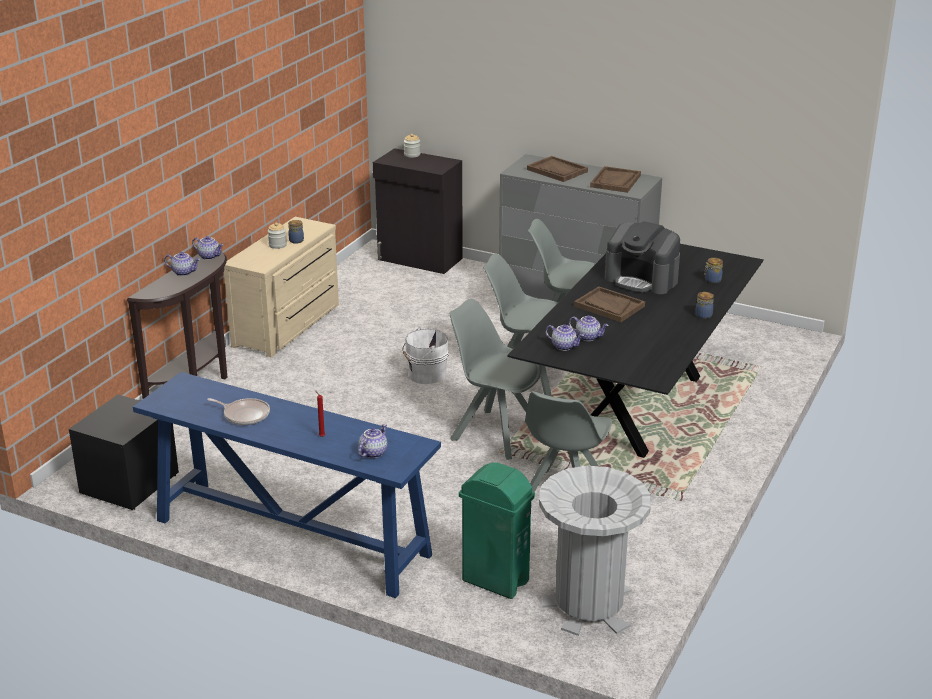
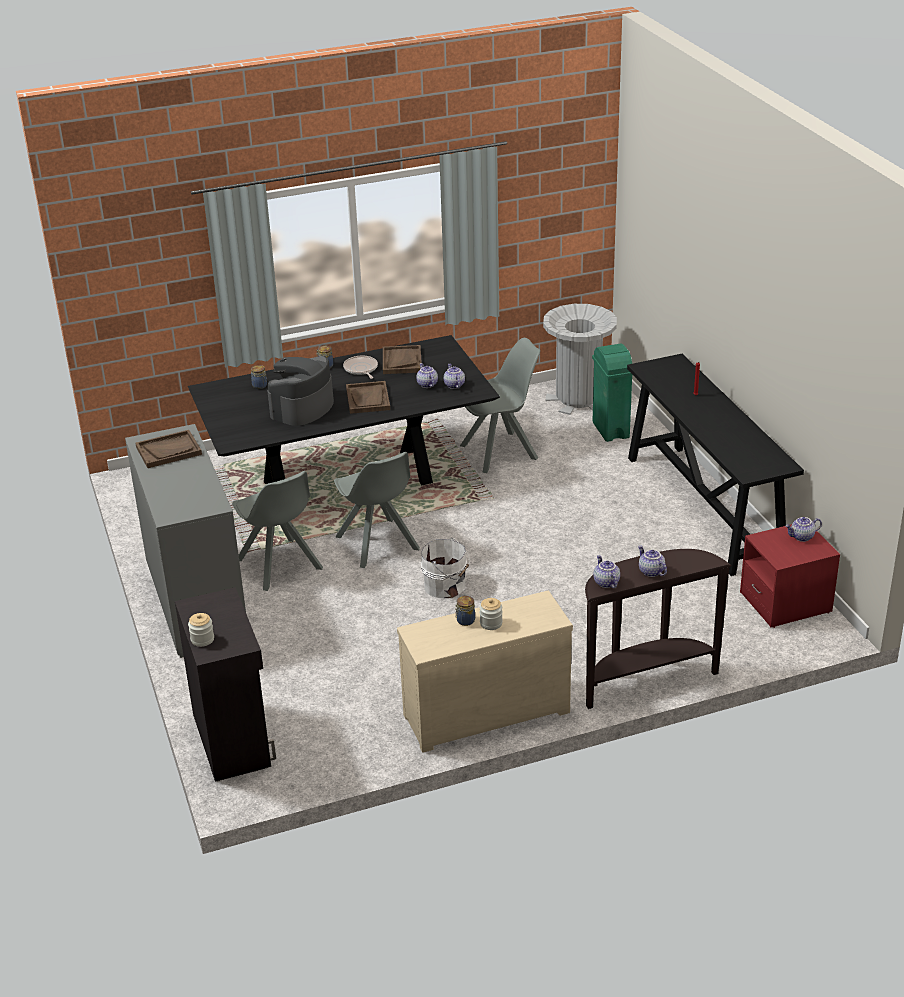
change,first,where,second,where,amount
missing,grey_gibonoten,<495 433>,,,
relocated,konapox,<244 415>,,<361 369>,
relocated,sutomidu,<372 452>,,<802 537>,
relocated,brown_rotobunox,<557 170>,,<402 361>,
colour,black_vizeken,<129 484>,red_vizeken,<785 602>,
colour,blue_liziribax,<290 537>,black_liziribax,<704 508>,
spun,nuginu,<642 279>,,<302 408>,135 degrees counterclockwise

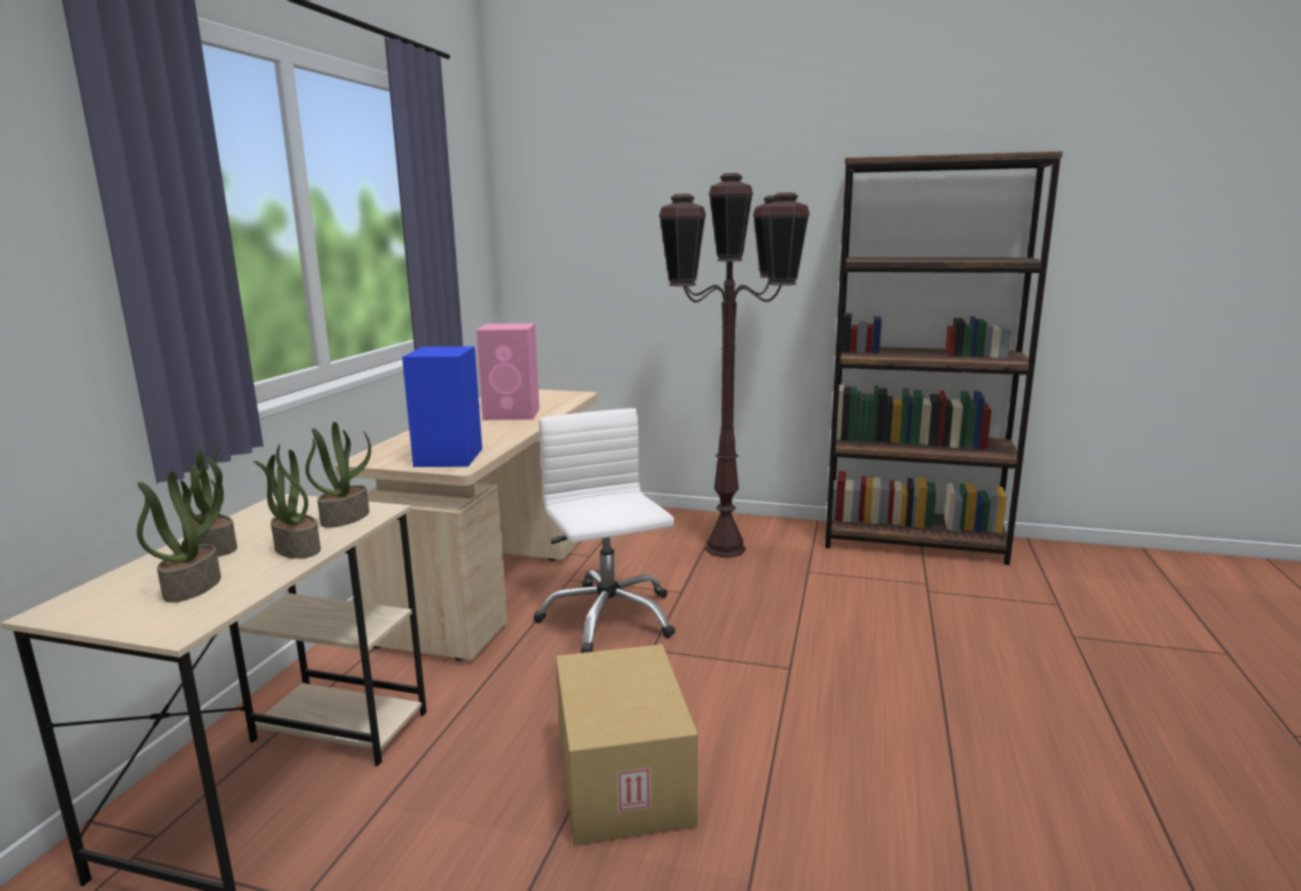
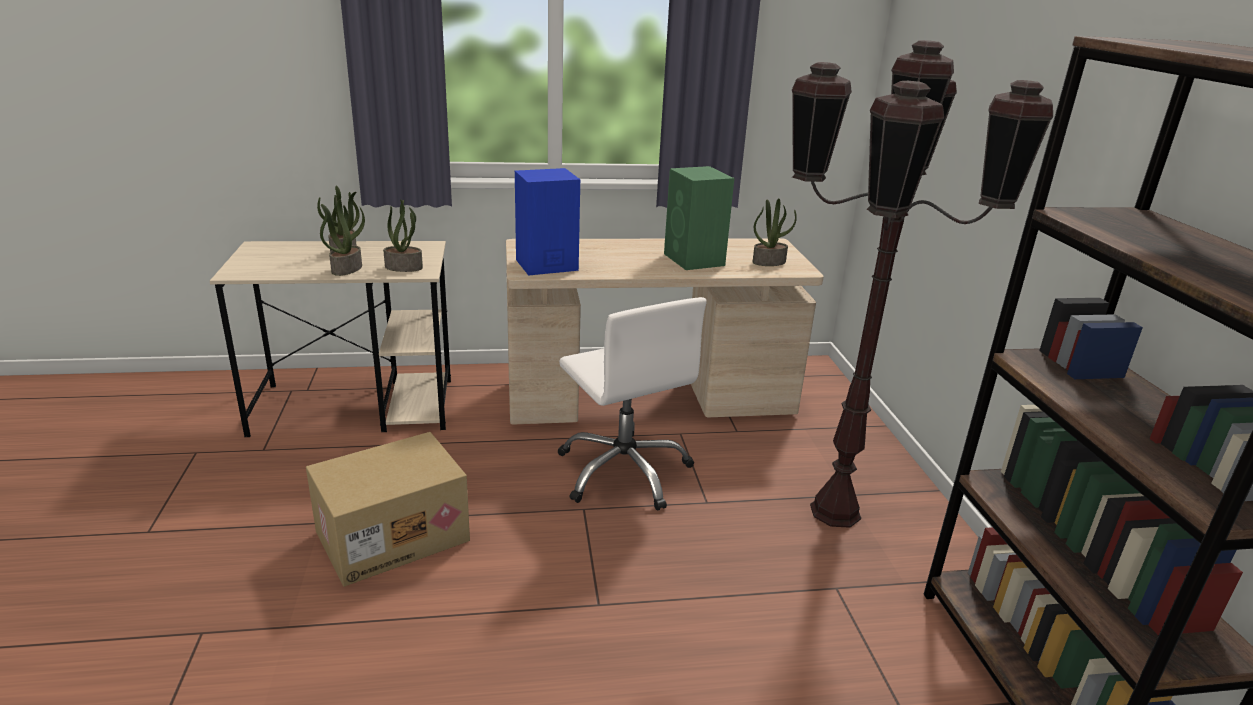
change,first,where,second,where,amount
relocated,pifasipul,<192 587>,,<769 262>,
colour,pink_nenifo,<513 414>,green_nenifo,<694 260>,
spun,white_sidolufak,<607 617>,,<624 471>,105 degrees clockwise

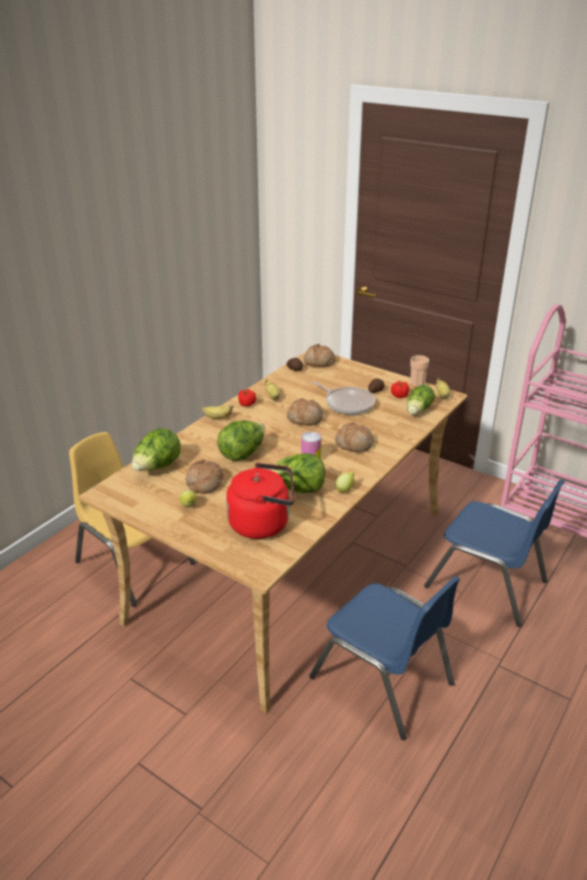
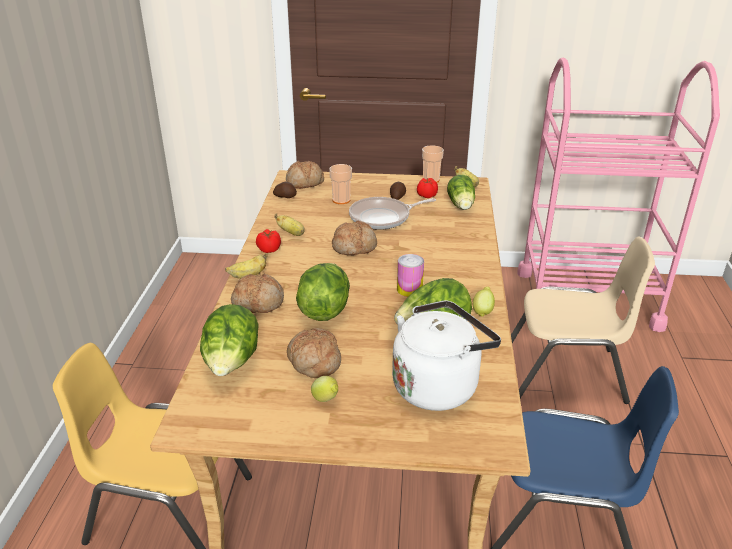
change,first,where,second,where,amount
appeared,,,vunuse,<341 200>,
relocated,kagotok,<354 444>,,<258 302>,
colour,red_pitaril,<263 523>,white_pitaril,<438 385>,
colour,blue_gibonoten,<486 584>,beige_gibonoten,<565 373>,
spun,konapox,<347 403>,,<383 218>,150 degrees clockwise

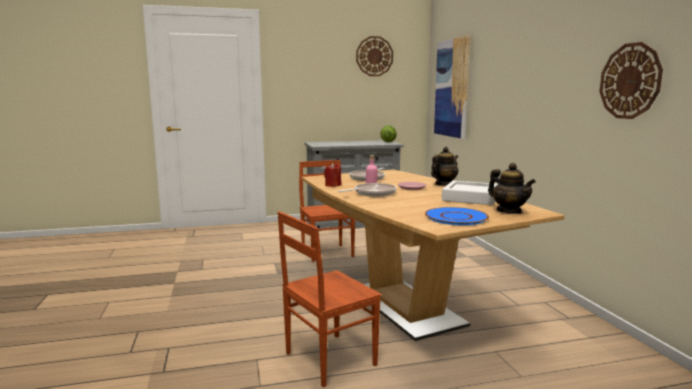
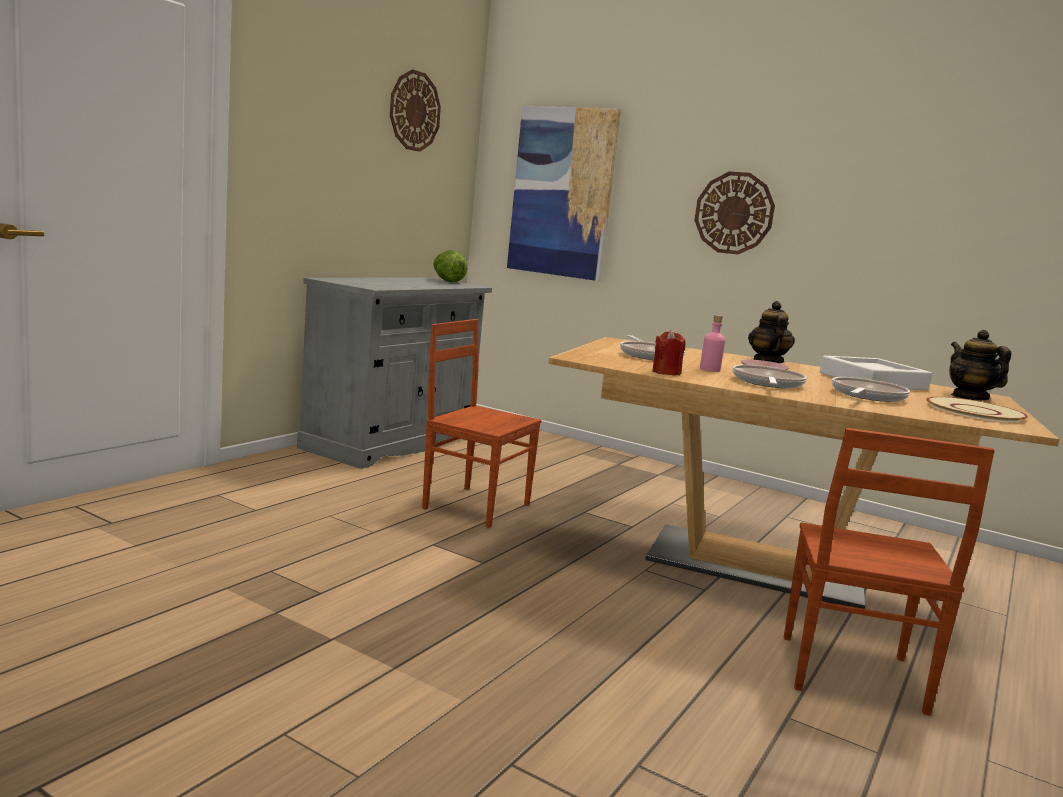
change,first,where,second,where,amount
appeared,,,konapox,<866 396>,
relocated,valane,<630 81>,,<734 213>,
colour,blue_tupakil,<456 217>,beige_tupakil,<975 412>,
spun,sutomidu,<509 211>,,<969 397>,120 degrees counterclockwise

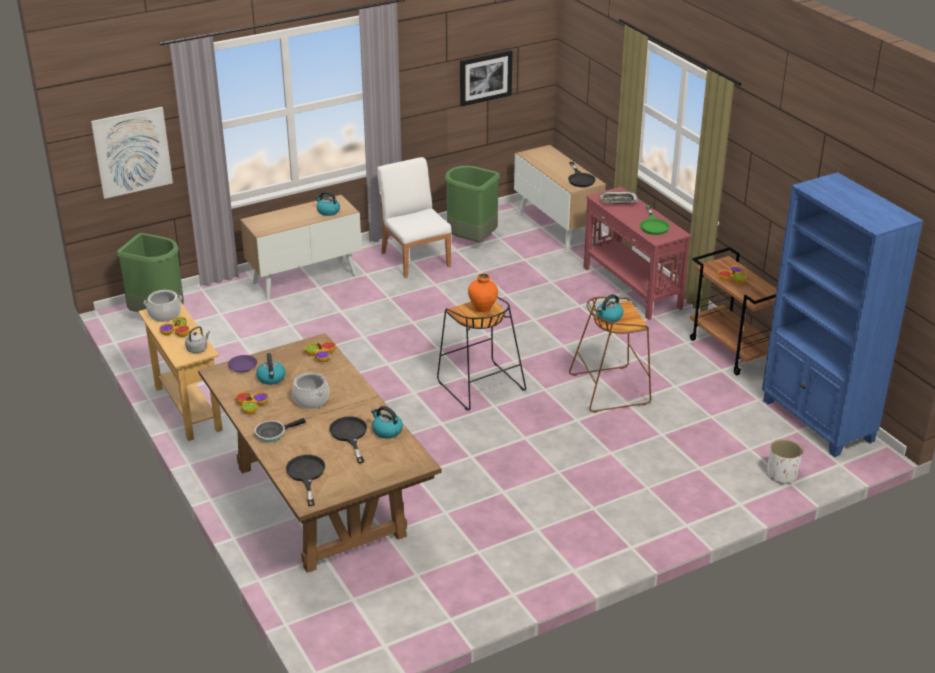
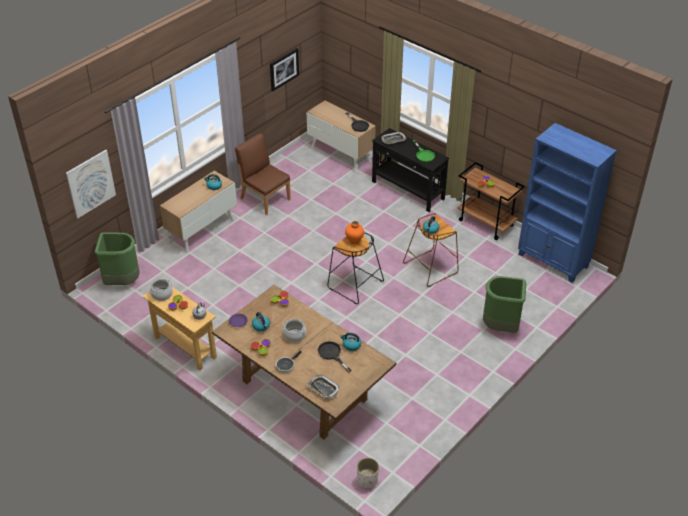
change,first,where,second,where,amount
relocated,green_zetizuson,<471 240>,,<501 327>,
relocated,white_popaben,<782 475>,,<367 480>,
exchanged,black_konapox,<306 475>,rotobunox,<323 388>,
colour,white_gibonoten,<415 259>,brown_gibonoten,<265 198>,
colour,red_liziribax,<631 288>,black_liziribax,<408 191>,

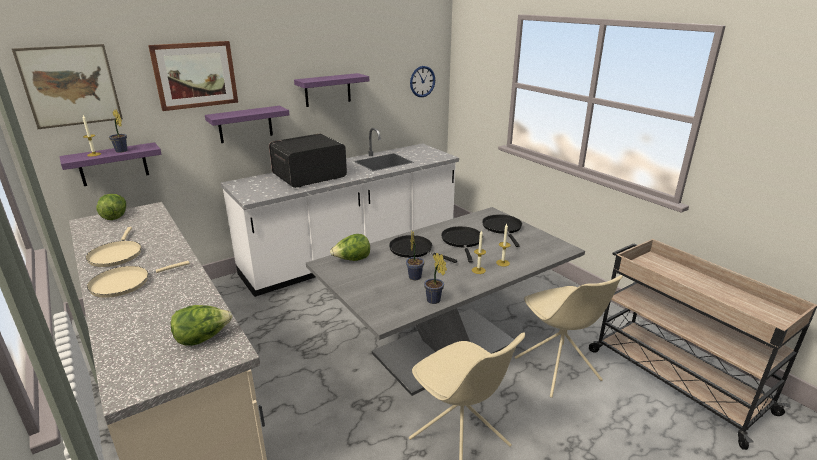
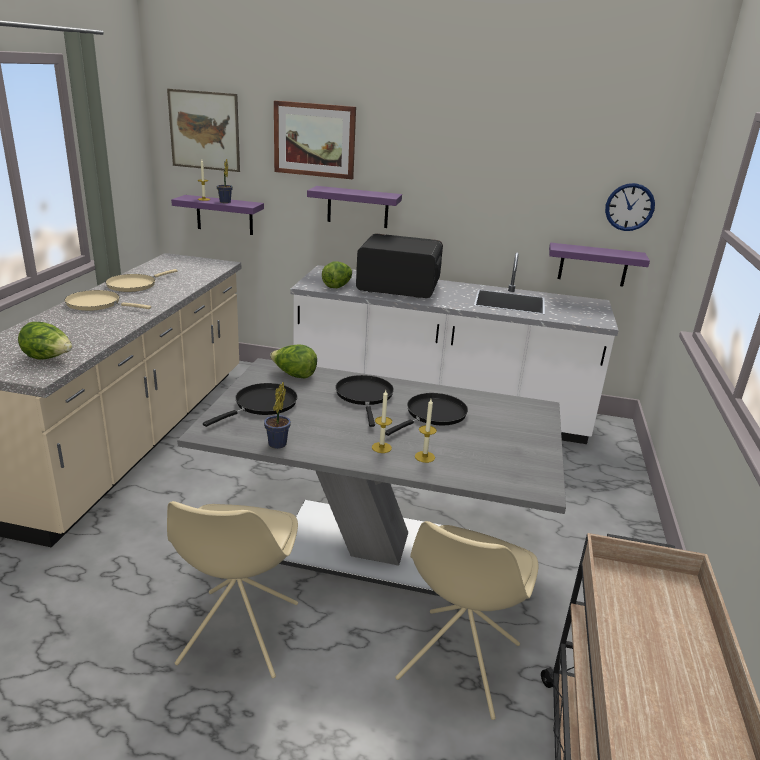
change,first,where,second,where,amount
missing,pifasipul,<415 276>,,,
relocated,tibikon,<115 216>,,<337 286>,
relocated,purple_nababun,<327 90>,,<593 265>,
relocated,black_konapox,<502 228>,,<262 405>,

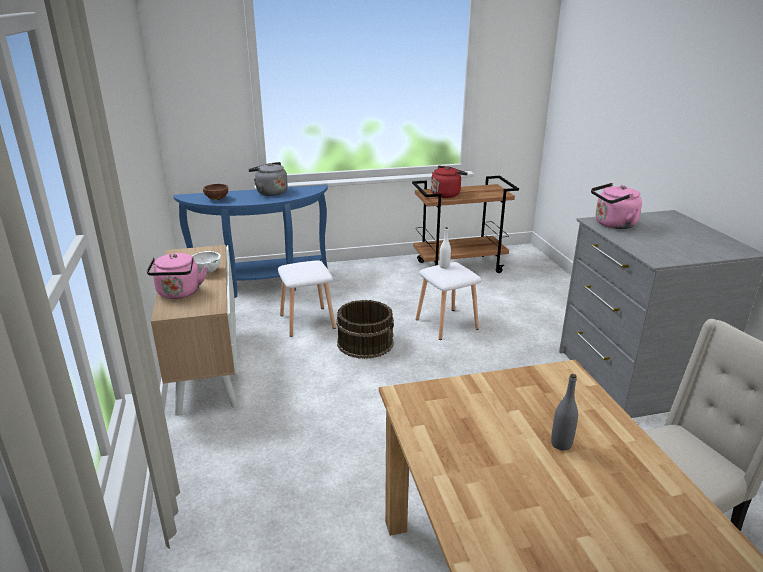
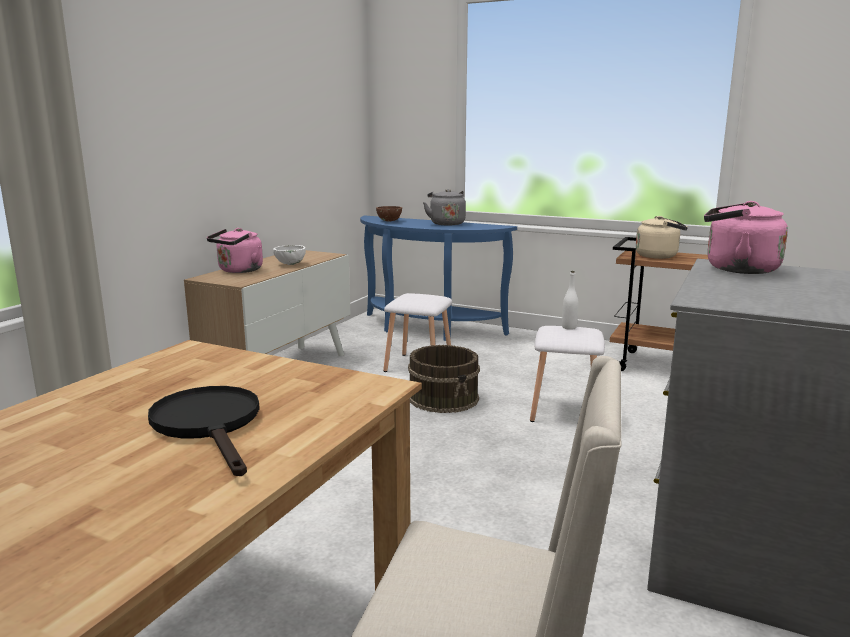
change,first,where,second,where,amount
exchanged,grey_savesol,<561 444>,black_konapox,<210 425>,
colour,red_pitaril,<446 194>,beige_pitaril,<659 256>,

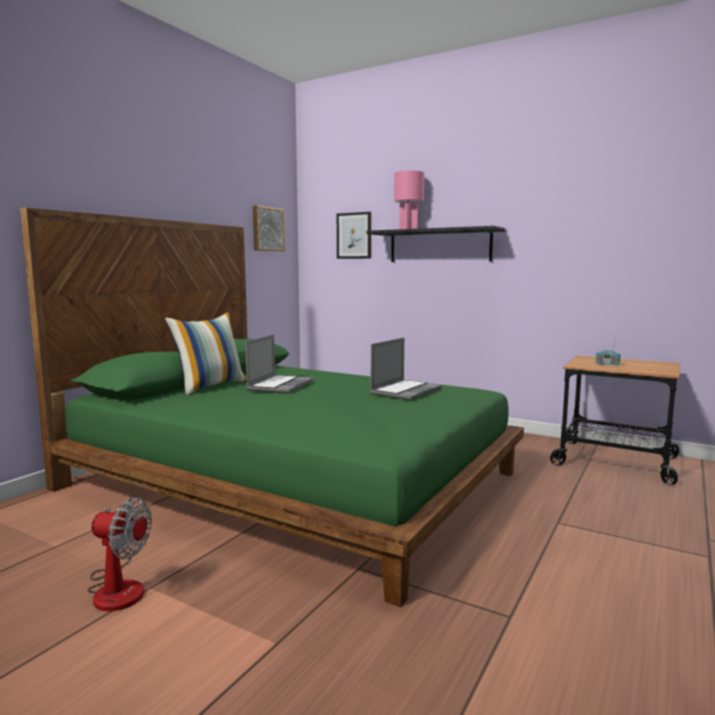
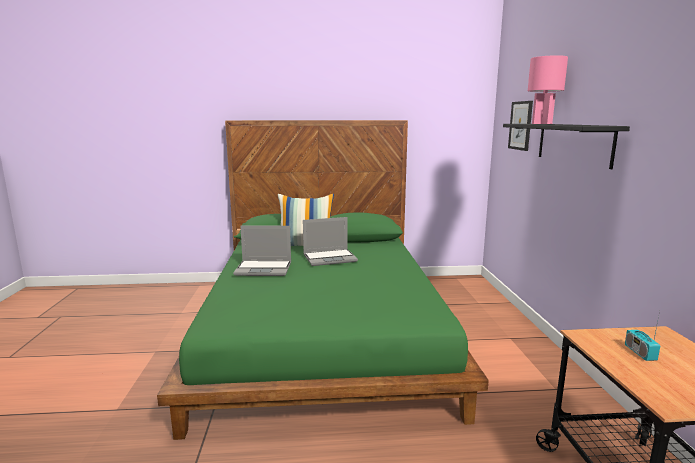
change,first,where,second,where,amount
missing,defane,<118 587>,,,
missing,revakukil,<267 229>,,,
relocated,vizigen,<405 391>,,<264 269>,

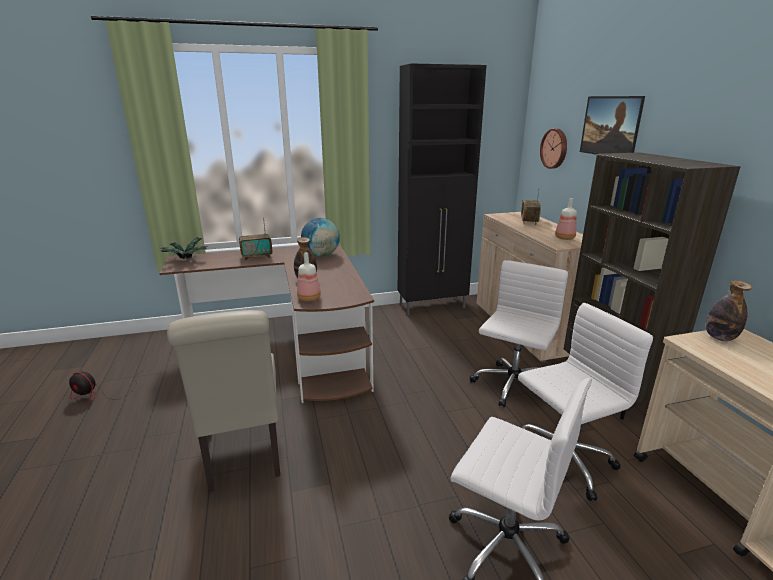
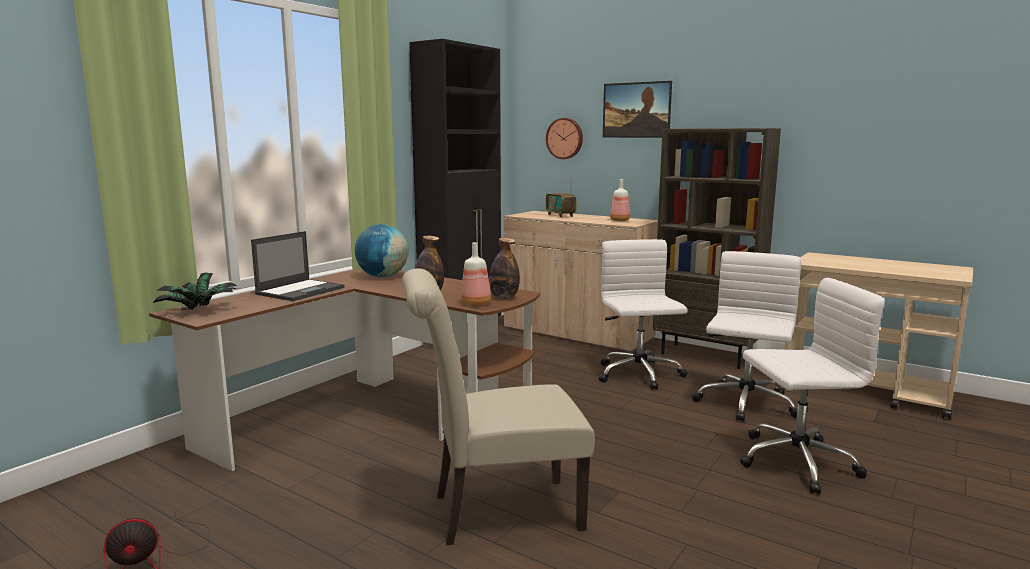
change,first,where,second,where,amount
relocated,savesol,<719 337>,,<504 297>,
exchanged,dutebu,<257 257>,vizigen,<301 290>,
spun,beige_gibonoten,<244 454>,,<496 512>,135 degrees clockwise

